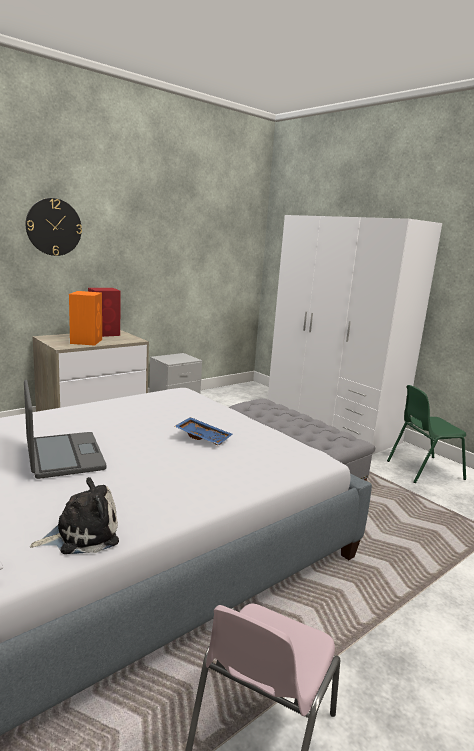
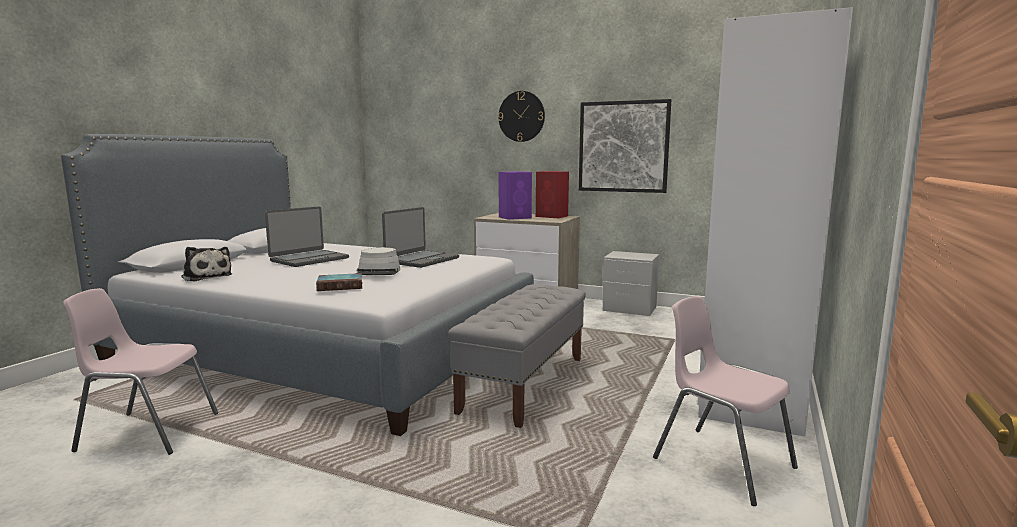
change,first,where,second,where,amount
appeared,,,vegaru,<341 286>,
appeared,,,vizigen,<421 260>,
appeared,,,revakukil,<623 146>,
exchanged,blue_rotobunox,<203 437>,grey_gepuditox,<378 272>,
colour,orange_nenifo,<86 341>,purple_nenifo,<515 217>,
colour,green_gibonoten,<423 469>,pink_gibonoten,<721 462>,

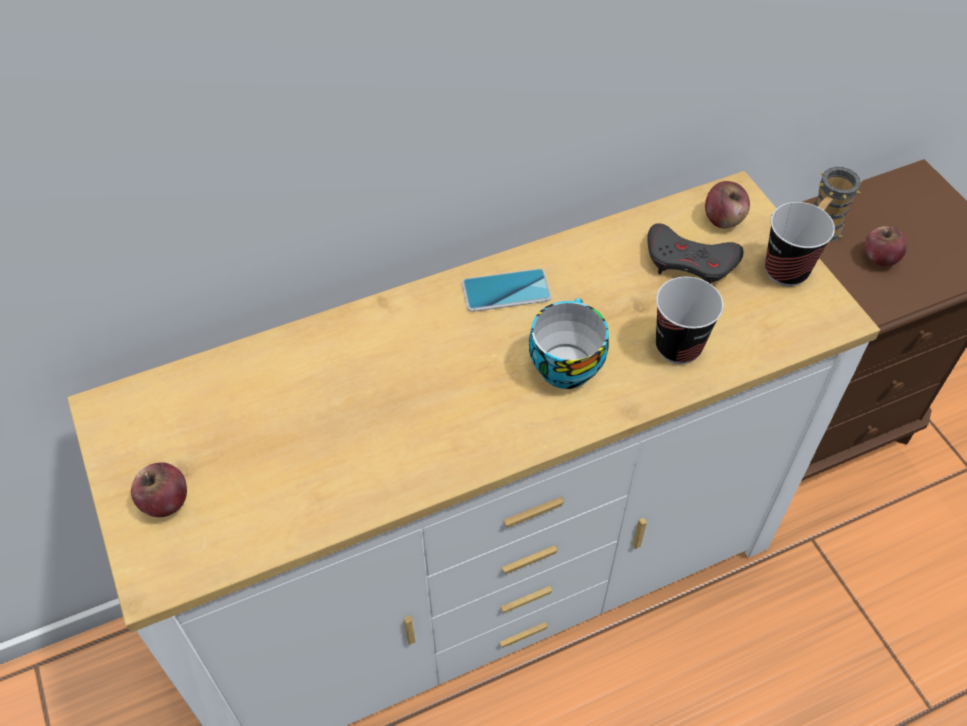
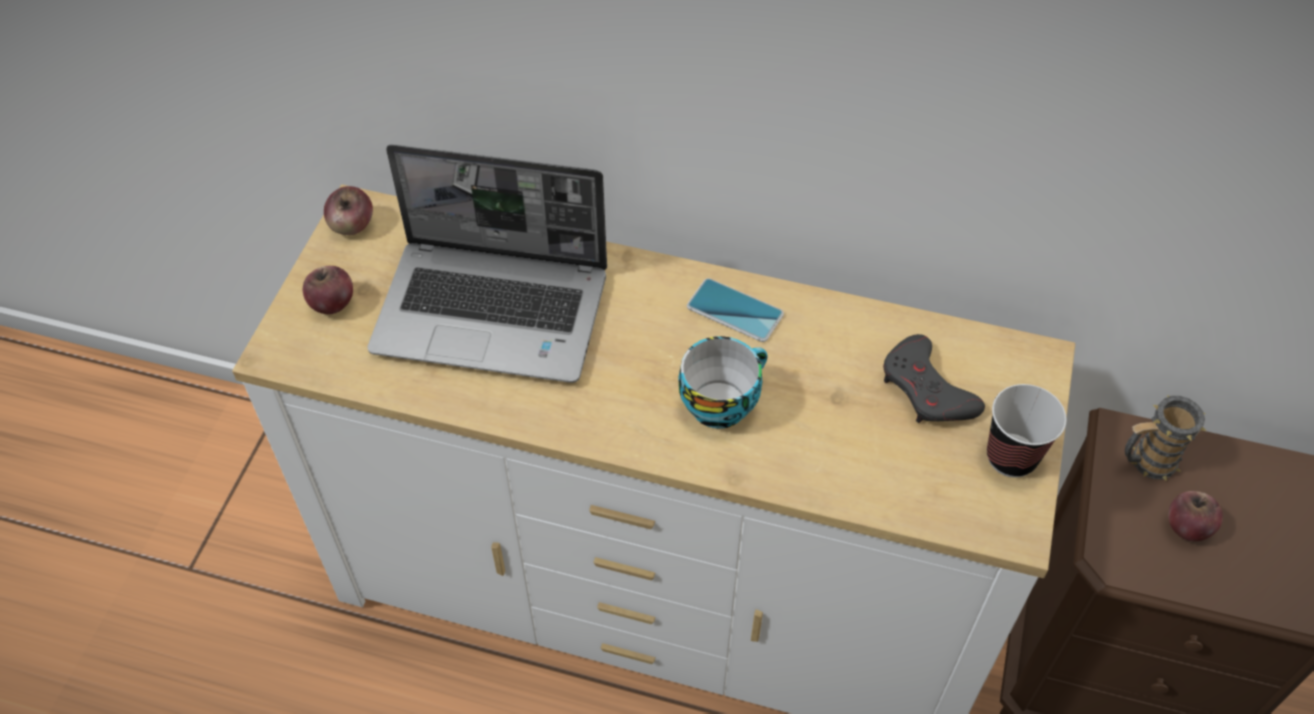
change,first,where,second,where,amount
missing,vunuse,<678 346>,,,
appeared,,,vizigen,<495 311>,
relocated,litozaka,<723 219>,,<352 225>,

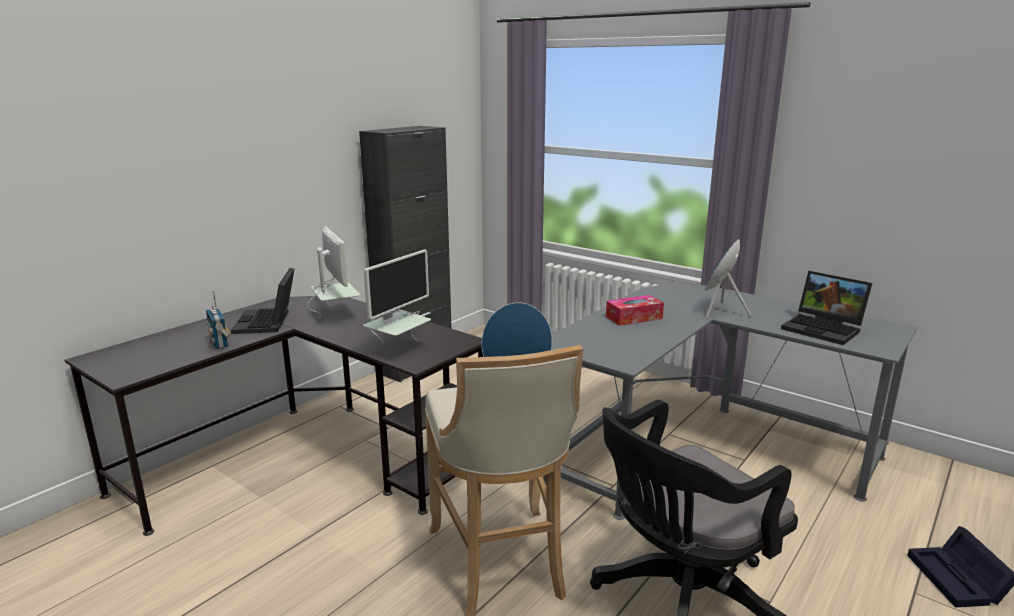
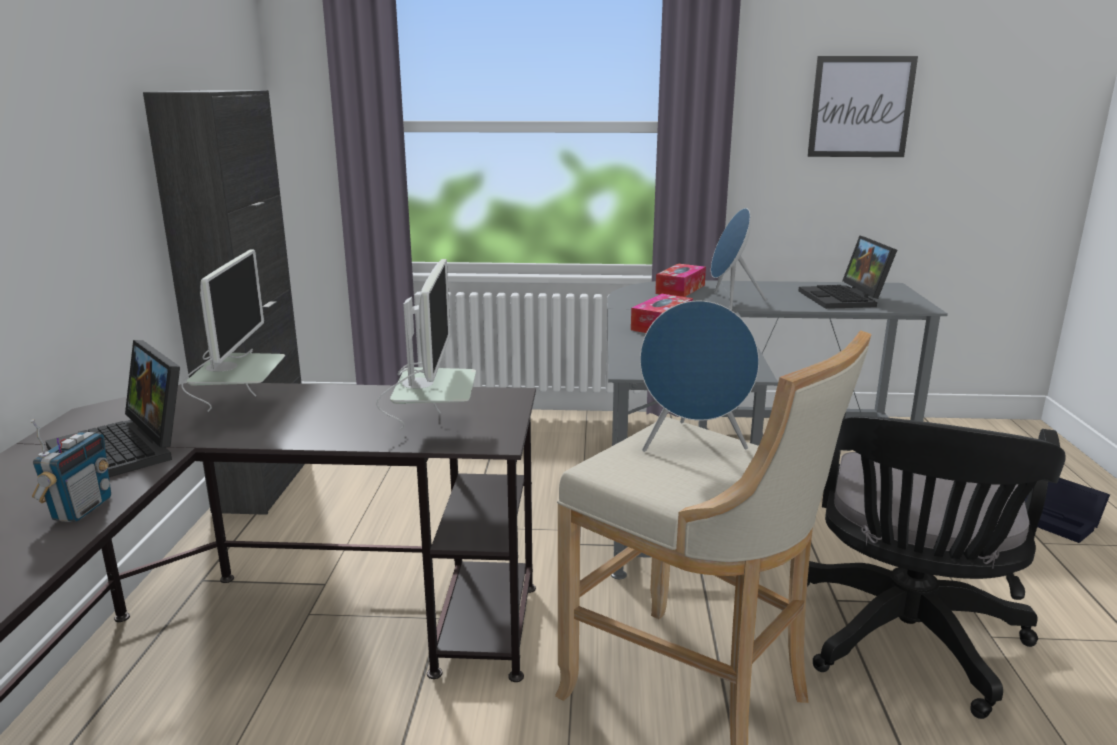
change,first,where,second,where,amount
appeared,,,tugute,<680 289>,
appeared,,,revakukil,<860 107>,
spun,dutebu,<220 344>,,<81 509>,105 degrees counterclockwise
spun,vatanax,<335 316>,,<241 412>,60 degrees clockwise
spun,vizigen,<824 329>,,<845 299>,75 degrees clockwise

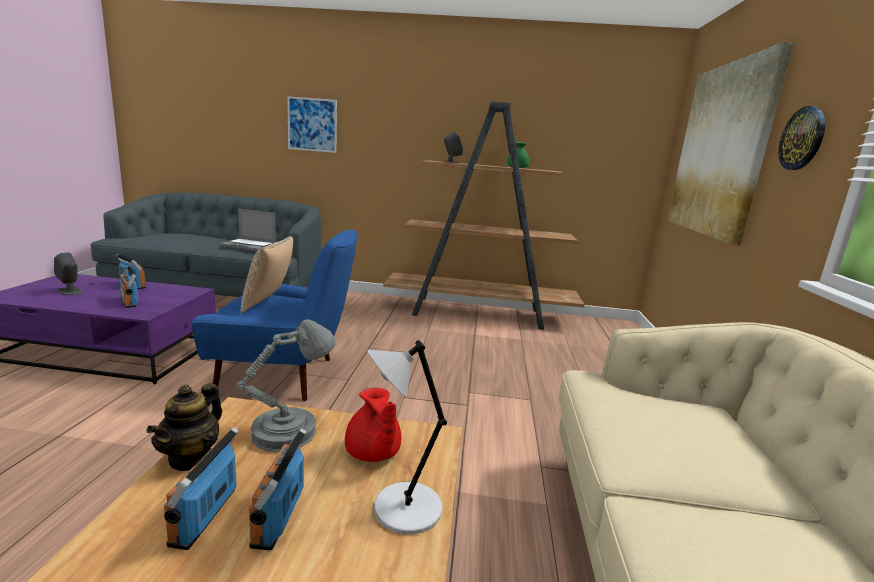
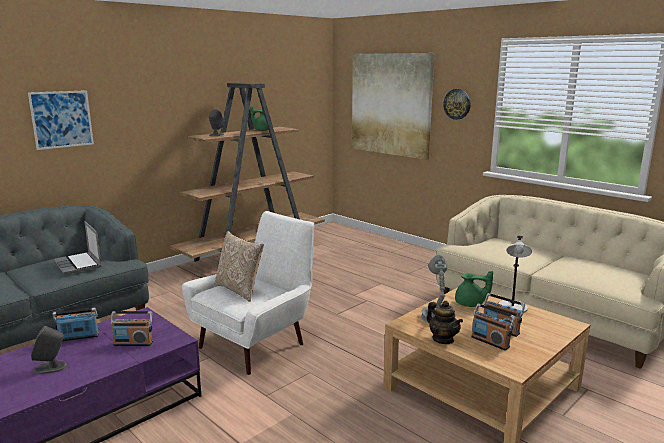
change,first,where,second,where,amount
colour,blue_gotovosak,<284 375>,white_gotovosak,<256 343>,
colour,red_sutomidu,<373 453>,green_sutomidu,<470 304>,
spun,vizigen,<249 246>,,<79 264>,90 degrees clockwise

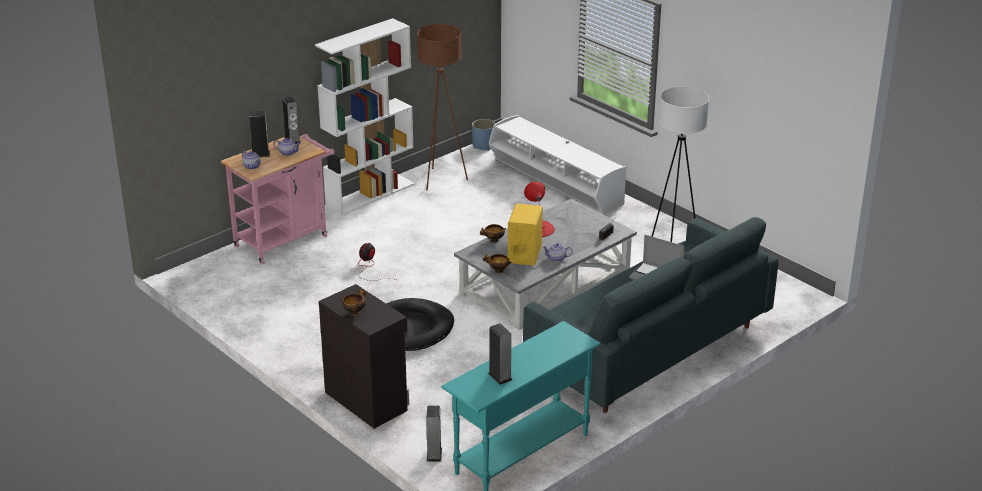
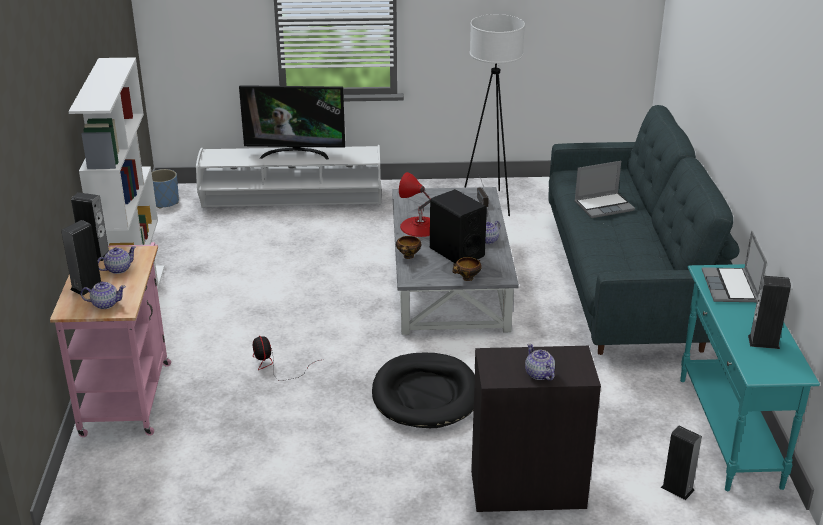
change,first,where,second,where,amount
missing,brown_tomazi,<442 179>,,,
appeared,,,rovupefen,<295 153>,
appeared,,,vizigen,<731 287>,
exchanged,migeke,<354 312>,sutomidu,<539 374>,
colour,yellow_nenifo,<524 254>,black_nenifo,<456 252>,

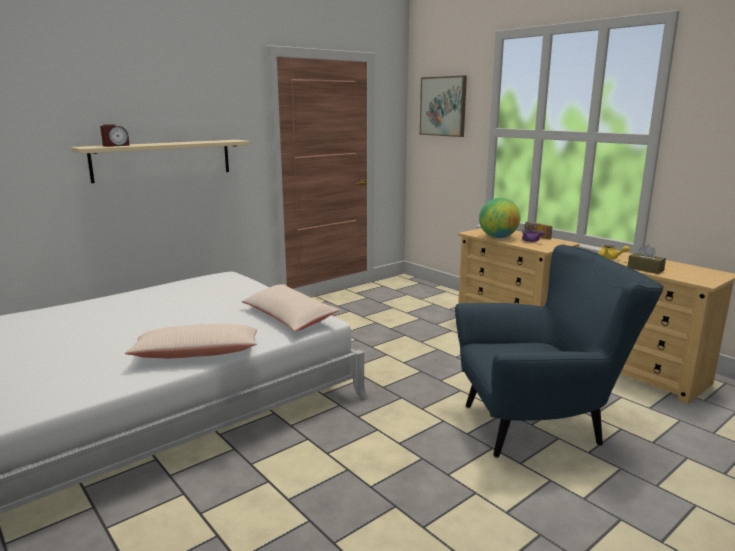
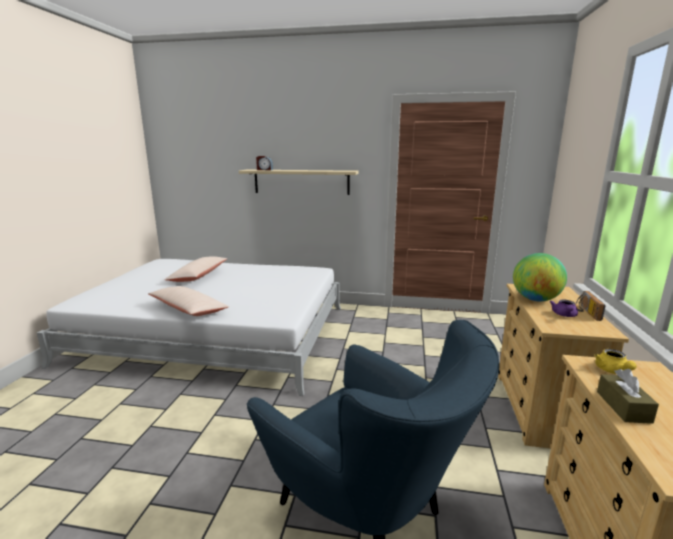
change,first,where,second,where,amount
missing,revakukil,<443 106>,,,
relocated,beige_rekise,<289 317>,,<199 276>,

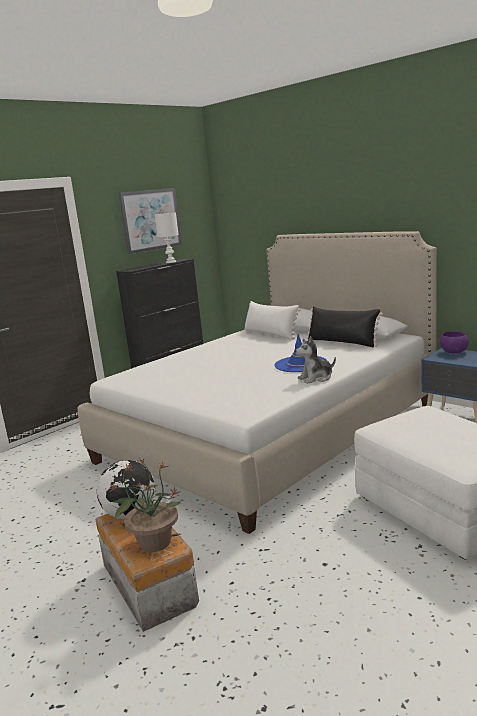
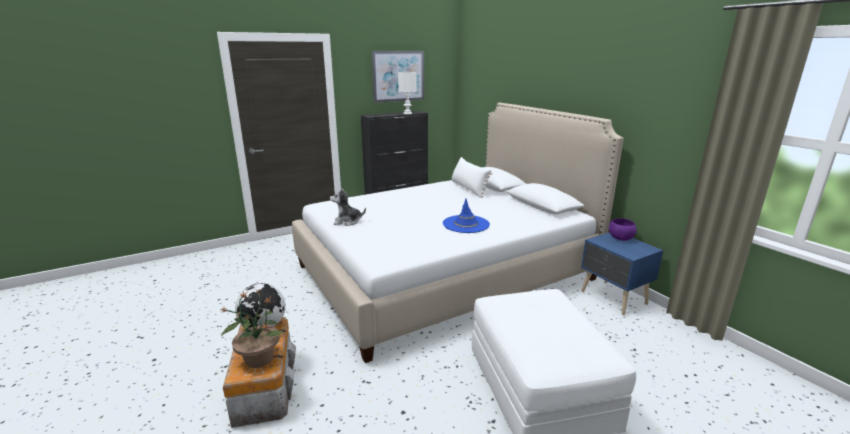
change,first,where,second,where,amount
missing,black_rekise,<342 342>,,,
relocated,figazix,<316 378>,,<347 221>,

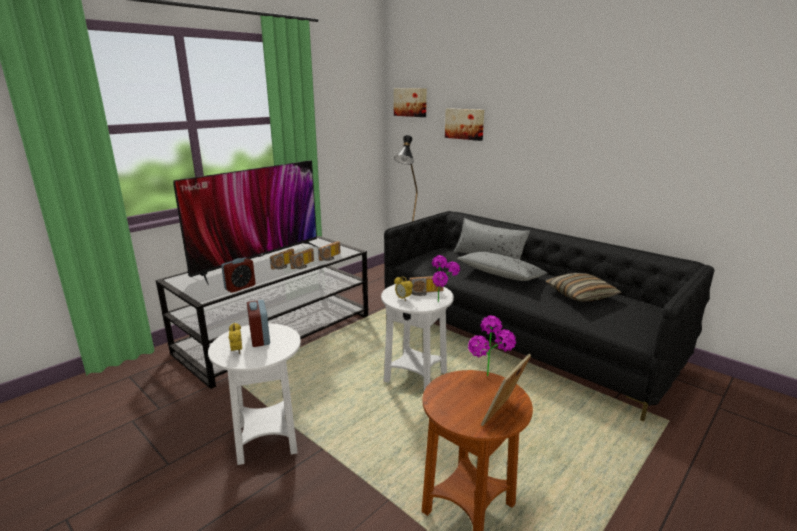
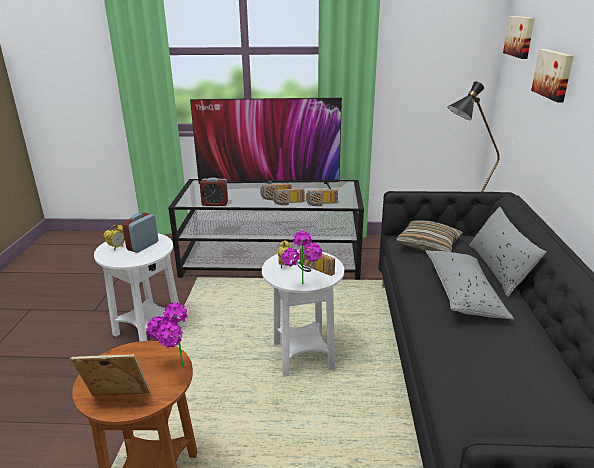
change,first,where,second,where,amount
relocated,rekise,<580 295>,,<428 244>,

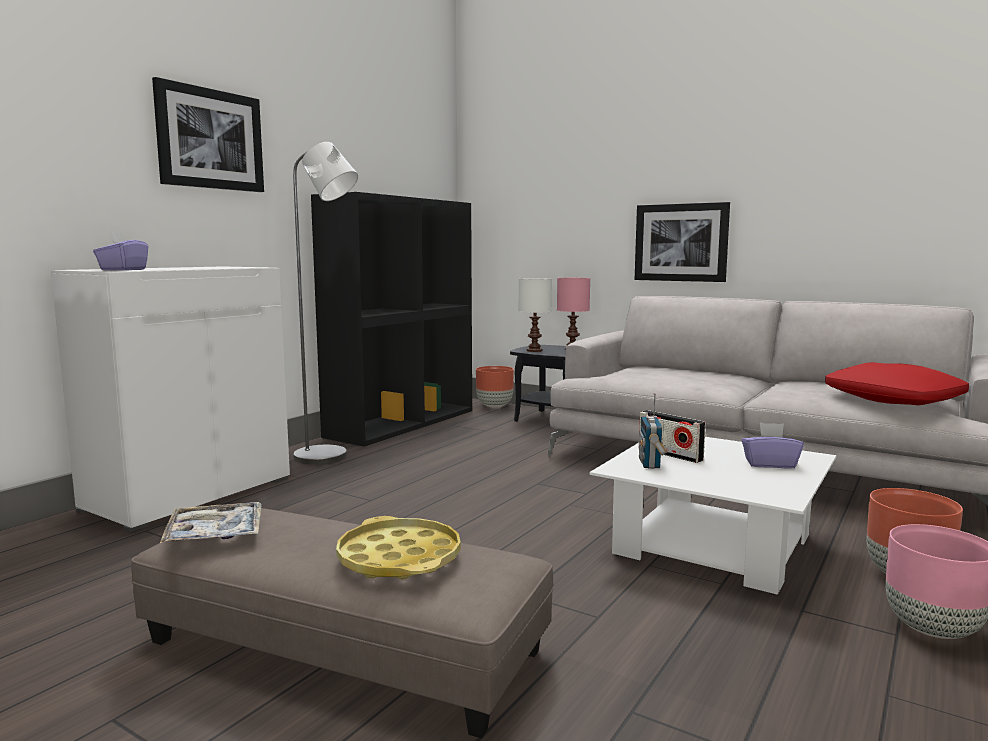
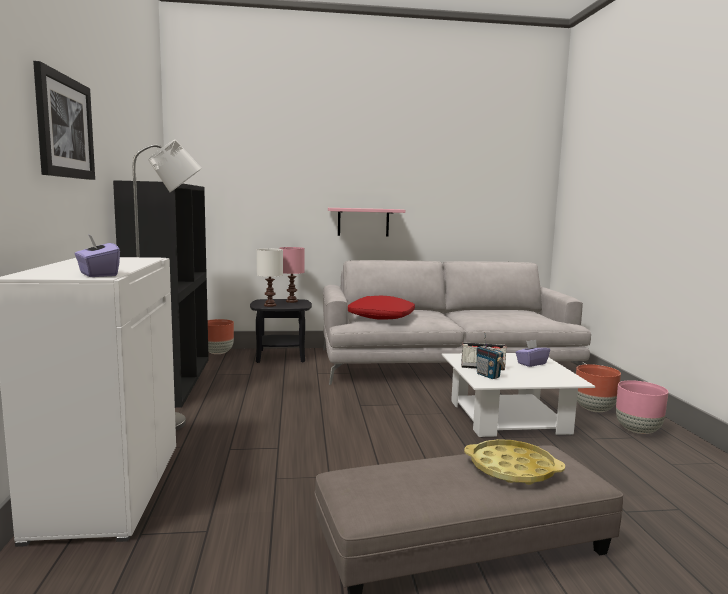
change,first,where,second,where,amount
missing,rotobunox,<215 533>,,,
relocated,red_rekise,<892 399>,,<381 316>,
exchanged,revakukil,<681 242>,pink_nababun,<363 222>,

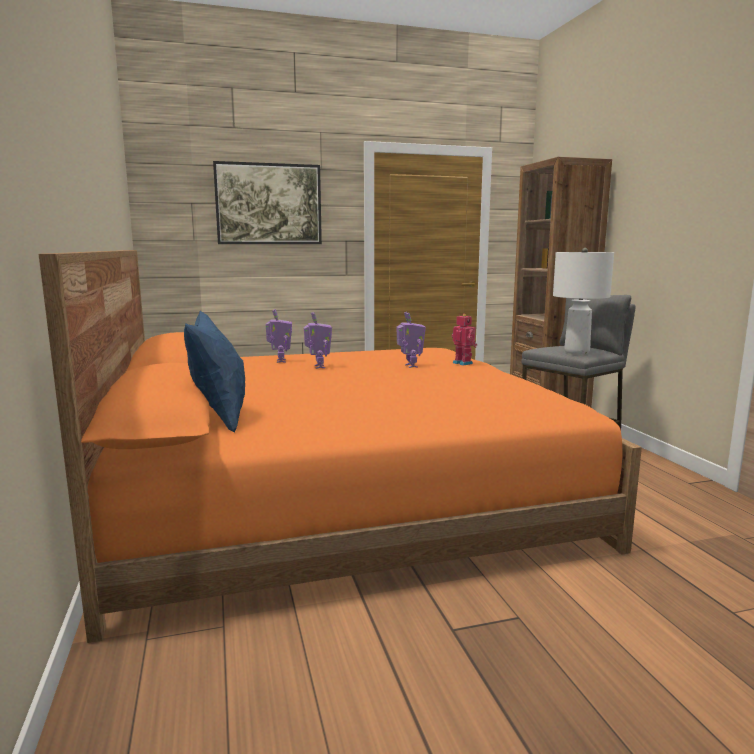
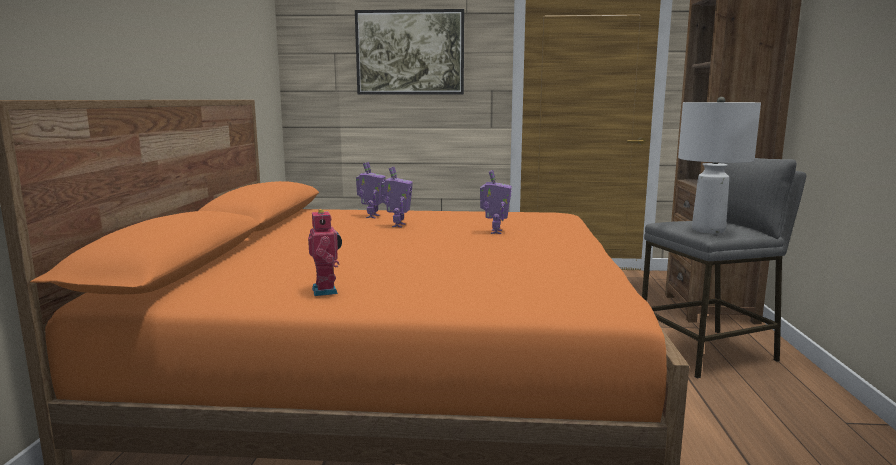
change,first,where,second,where,amount
missing,blue_rekise,<219 418>,,,
relocated,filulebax,<463 363>,,<327 291>,

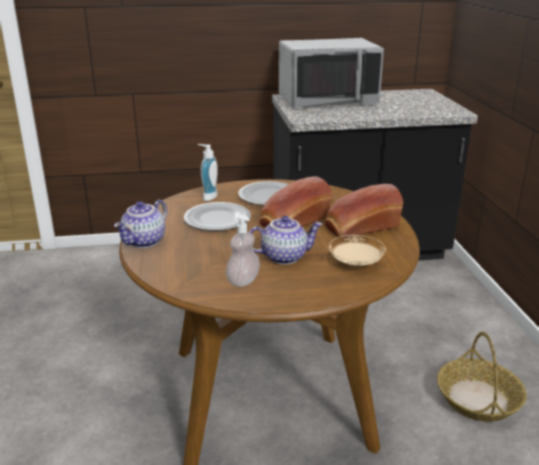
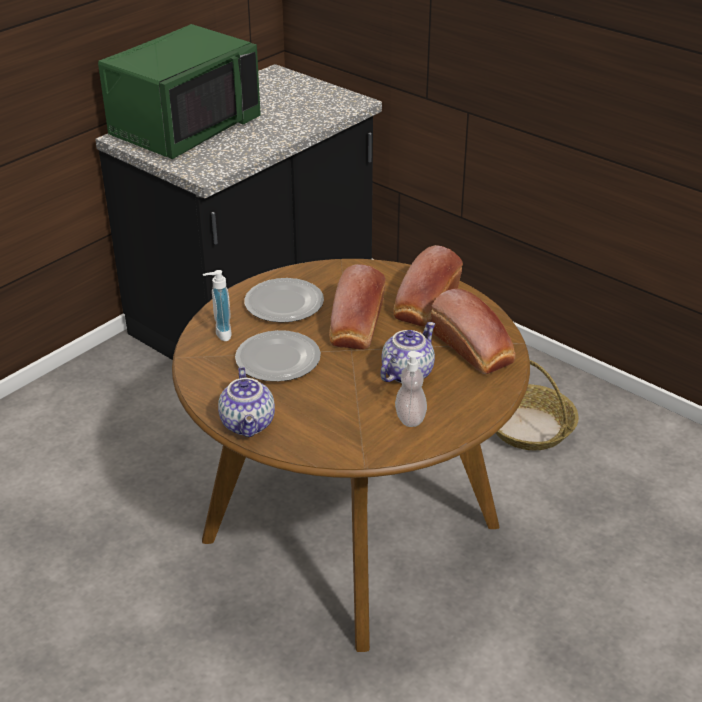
change,first,where,second,where,amount
exchanged,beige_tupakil,<355 263>,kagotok,<474 350>,
colour,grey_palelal,<327 100>,green_palelal,<184 127>,

